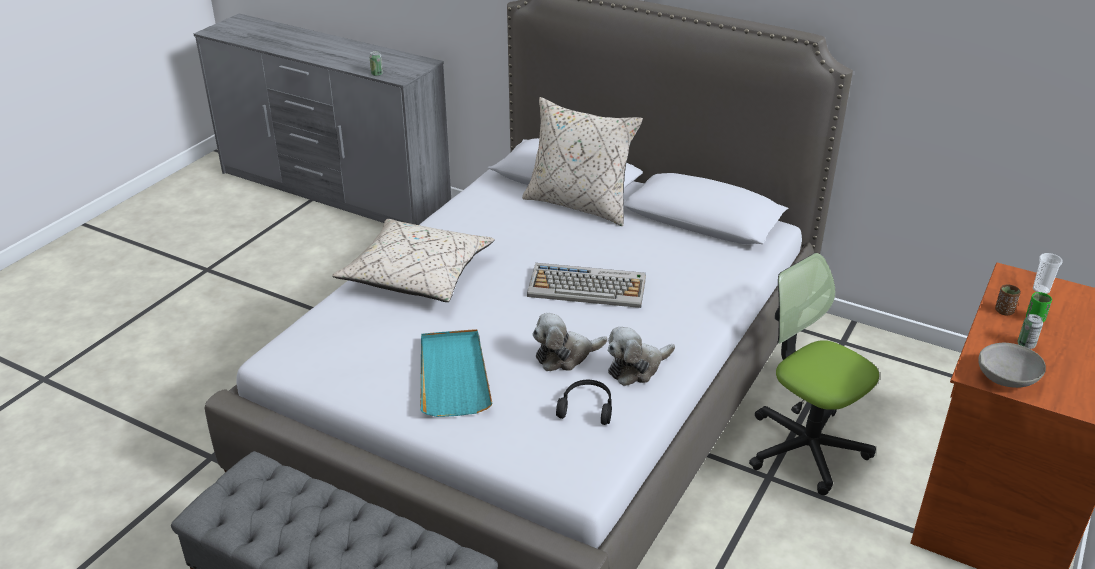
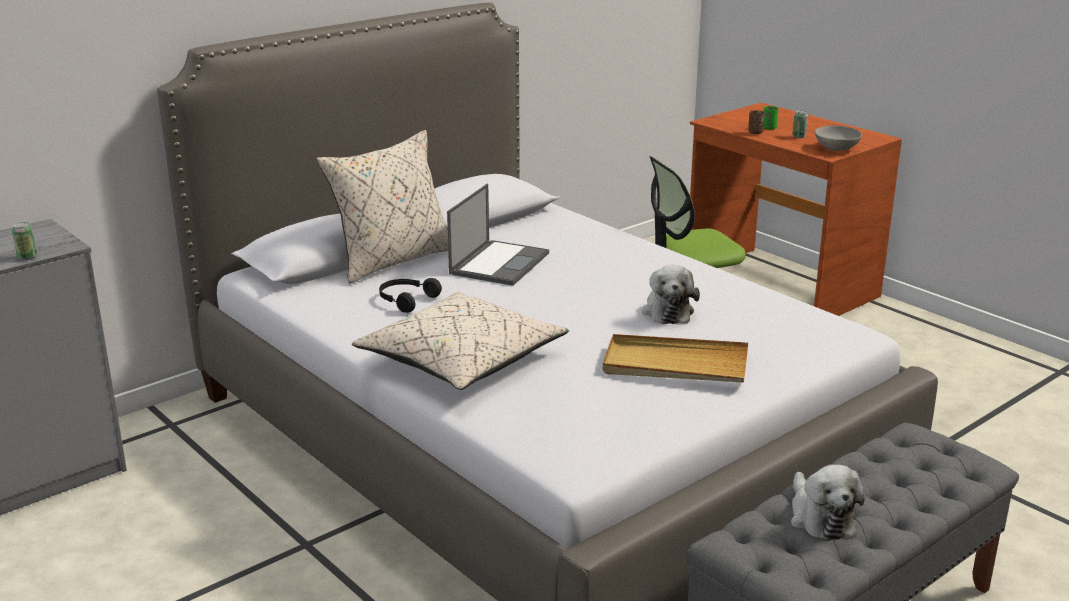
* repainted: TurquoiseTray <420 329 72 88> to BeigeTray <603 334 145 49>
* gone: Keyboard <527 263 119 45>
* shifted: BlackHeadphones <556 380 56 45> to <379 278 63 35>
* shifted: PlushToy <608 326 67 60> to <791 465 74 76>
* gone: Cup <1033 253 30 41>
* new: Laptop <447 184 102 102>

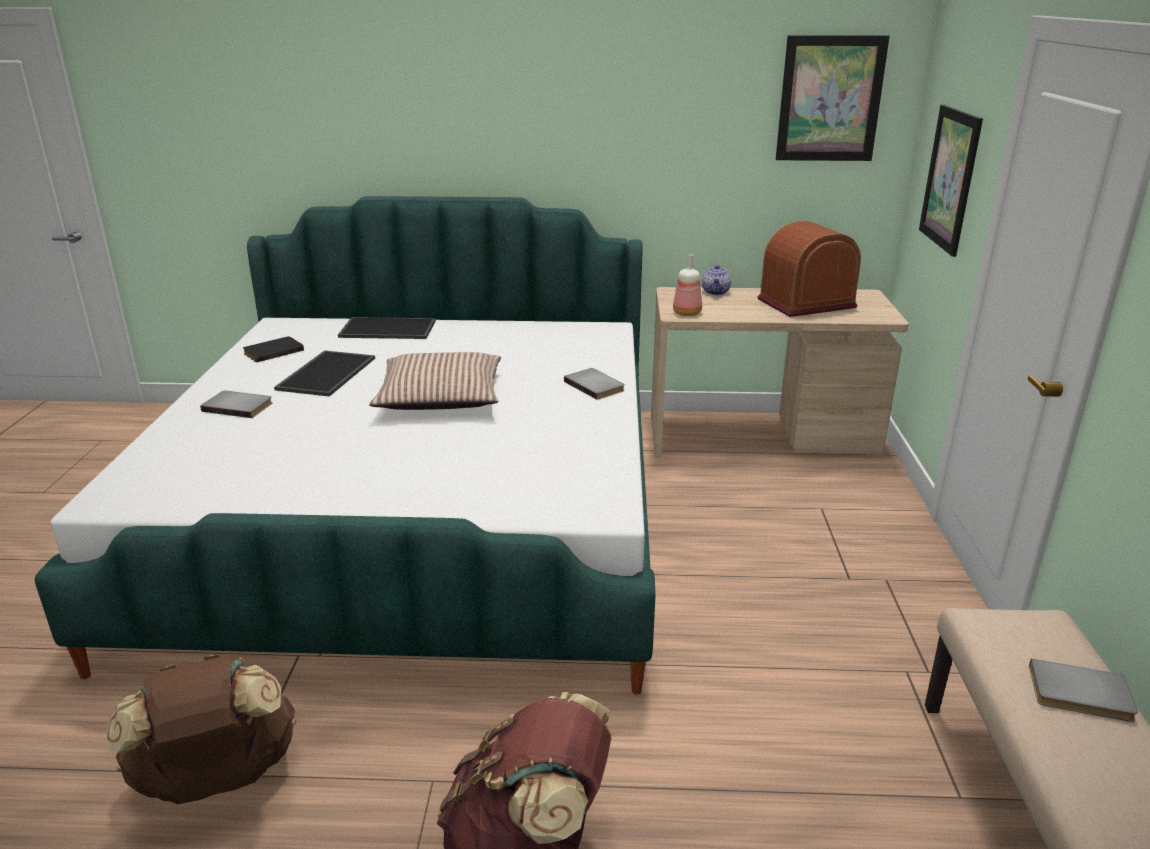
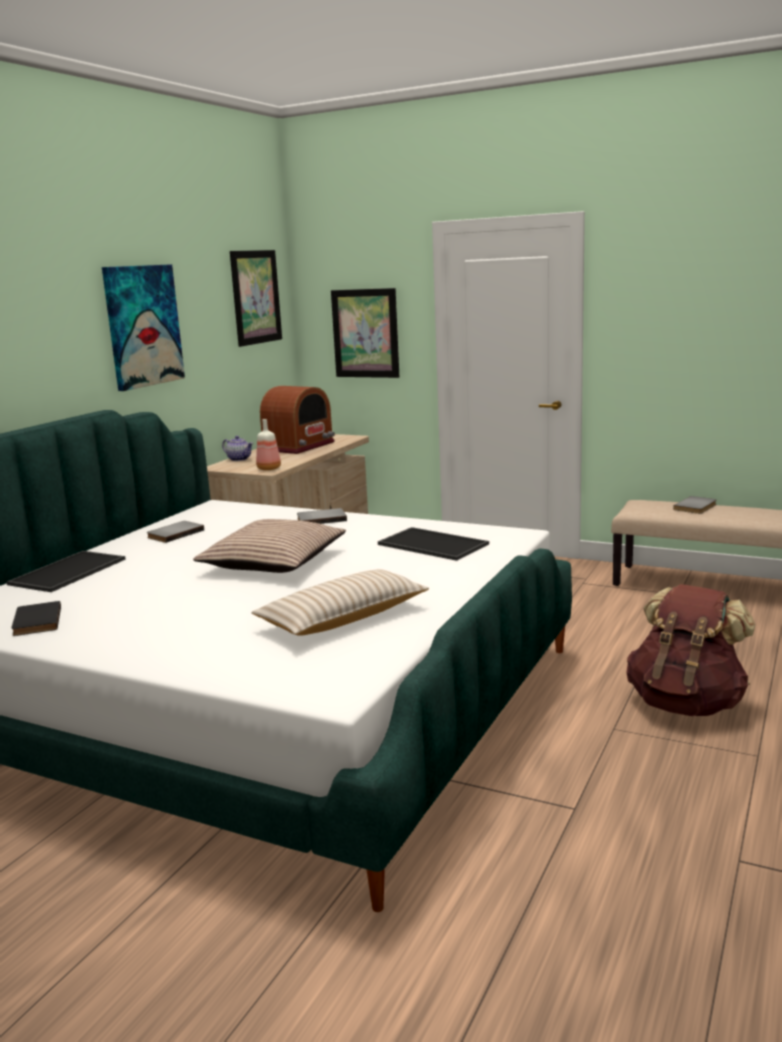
* gone: BrownBackpack <106 654 190 150>
* shifted: GreyBook <200 391 72 27> to <147 521 57 22>
* shifted: Tray <274 350 101 47> to <378 527 111 34>
* rotated: Radio <757 221 104 96> = <260 386 75 68> 150 degrees counterclockwise
* new: Picture <102 264 83 127>
* new: BeigePillow <251 569 178 67>

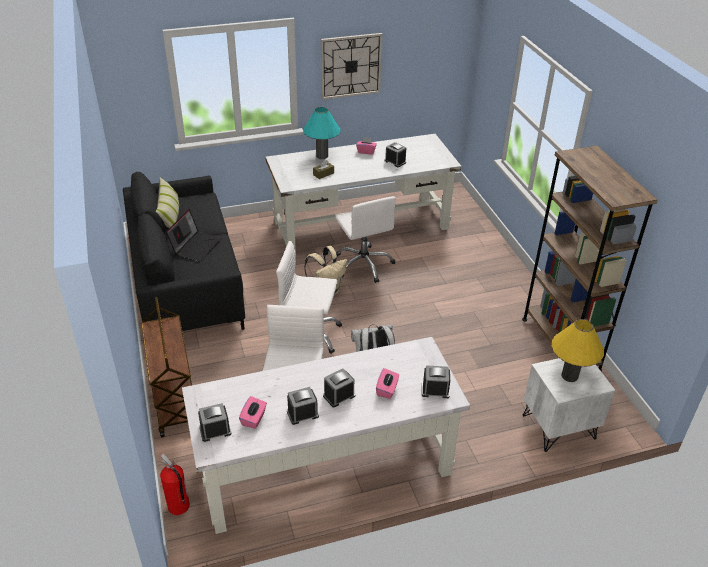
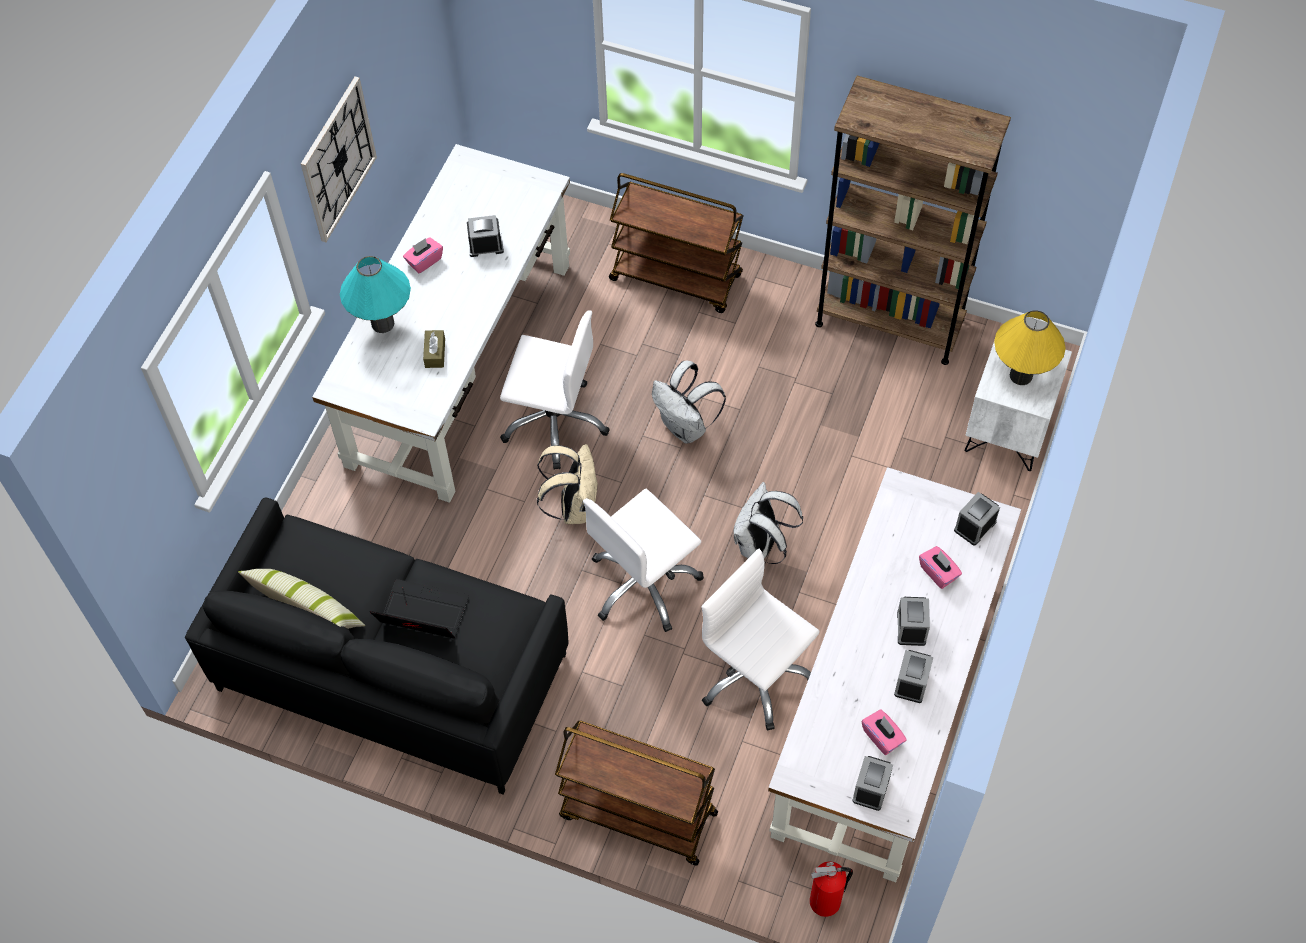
* rotated: Laptop <166 209 55 53> = <370 579 99 60> 45 degrees counterclockwise
* new: BrownCart <609 173 135 140>
* new: WhiteBackpack <652 361 74 83>

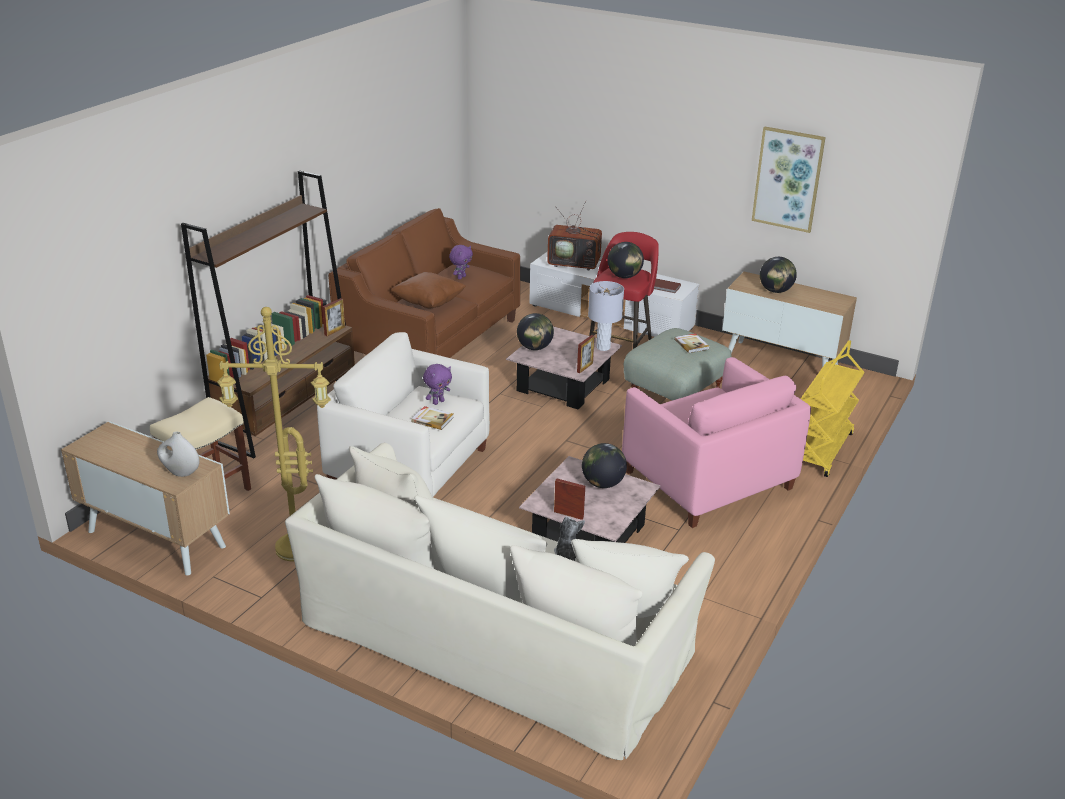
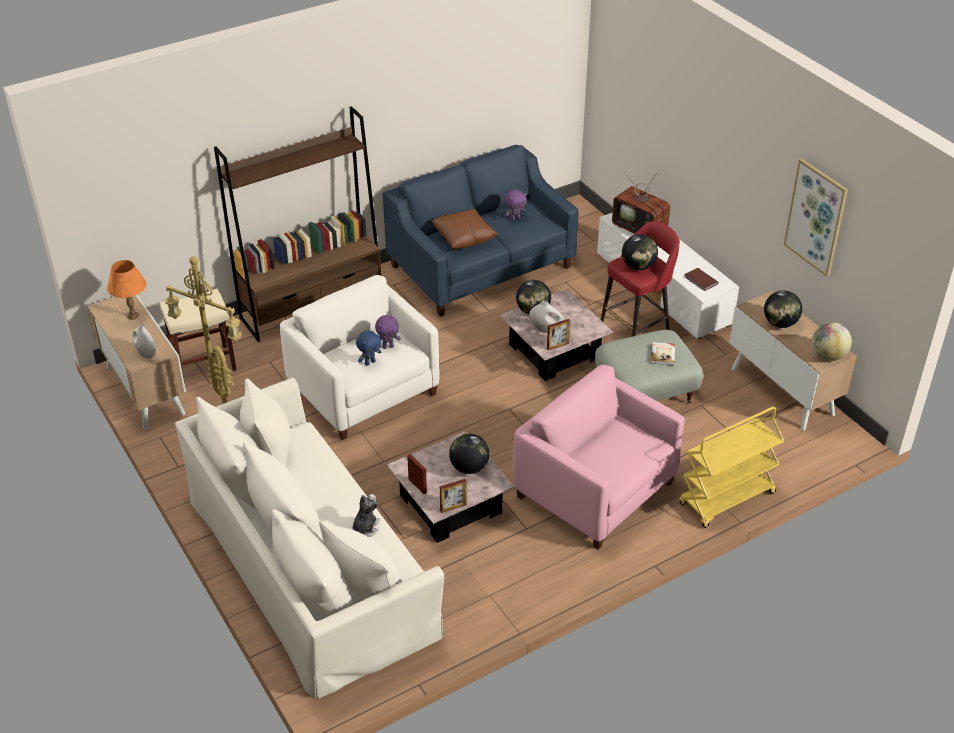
* shifted: PictureFrame <322 298 23 38> to <440 479 27 34>
* repainted: BrownSofa <328 208 192 150> to BlueSofa <383 145 196 172>
* swapped: Book <411 406 43 24> to BluePlushToy <356 331 26 35>
* gone: GreyTableLamp <588 281 36 70>
* rotated: PinkArmchair <622 357 189 171> = <513 365 172 185> 135 degrees clockwise
* new: OrangeTableLamp <107 260 39 60>
* new: WhiteVase <529 300 35 33>
* new: Globe <812 322 40 39>

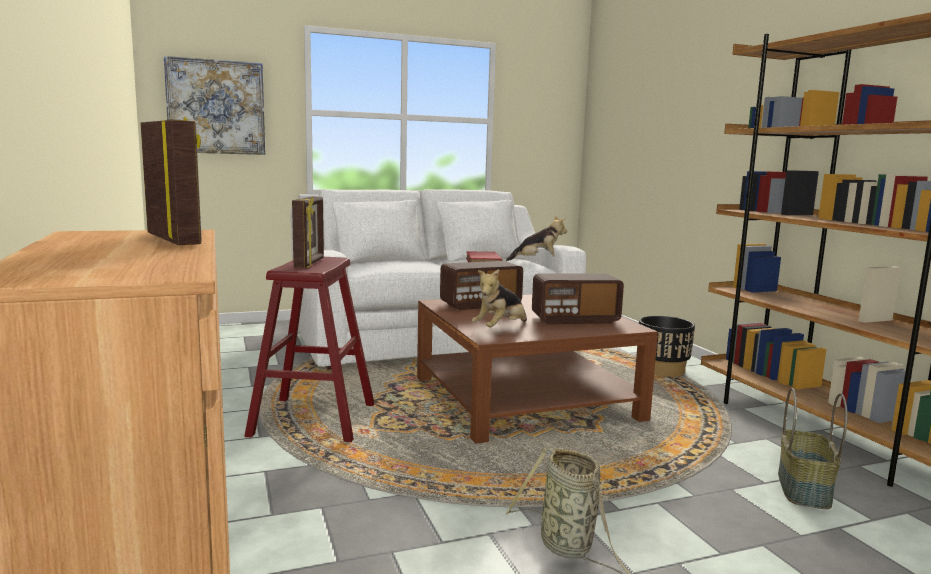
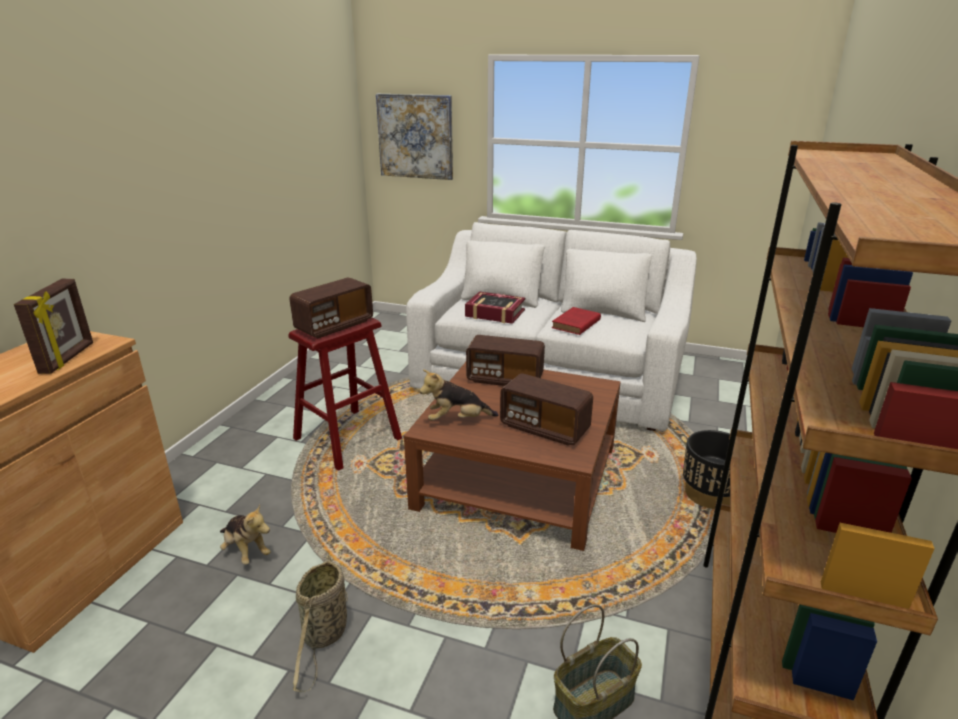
* swapped: PictureFrame <292 196 32 72> to Radio <290 277 83 62>
* shifted: PlushToy <506 216 61 45> to <220 504 51 61>
* new: Book <465 291 60 33>

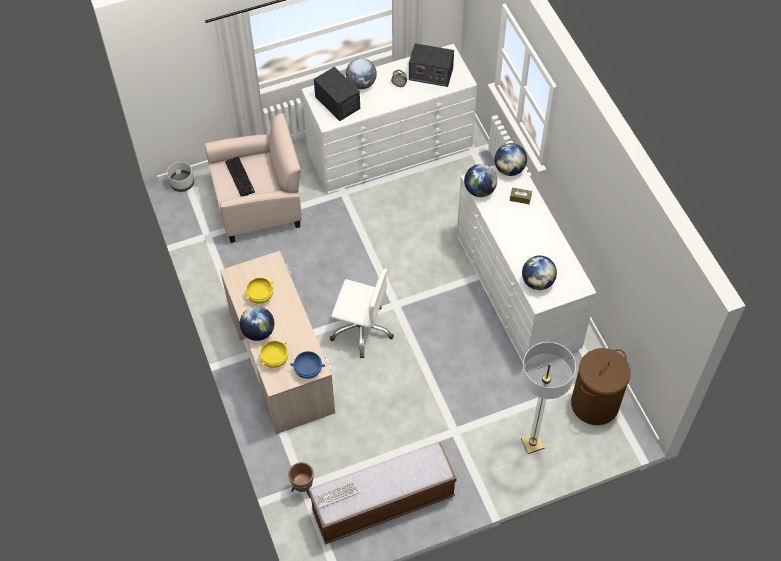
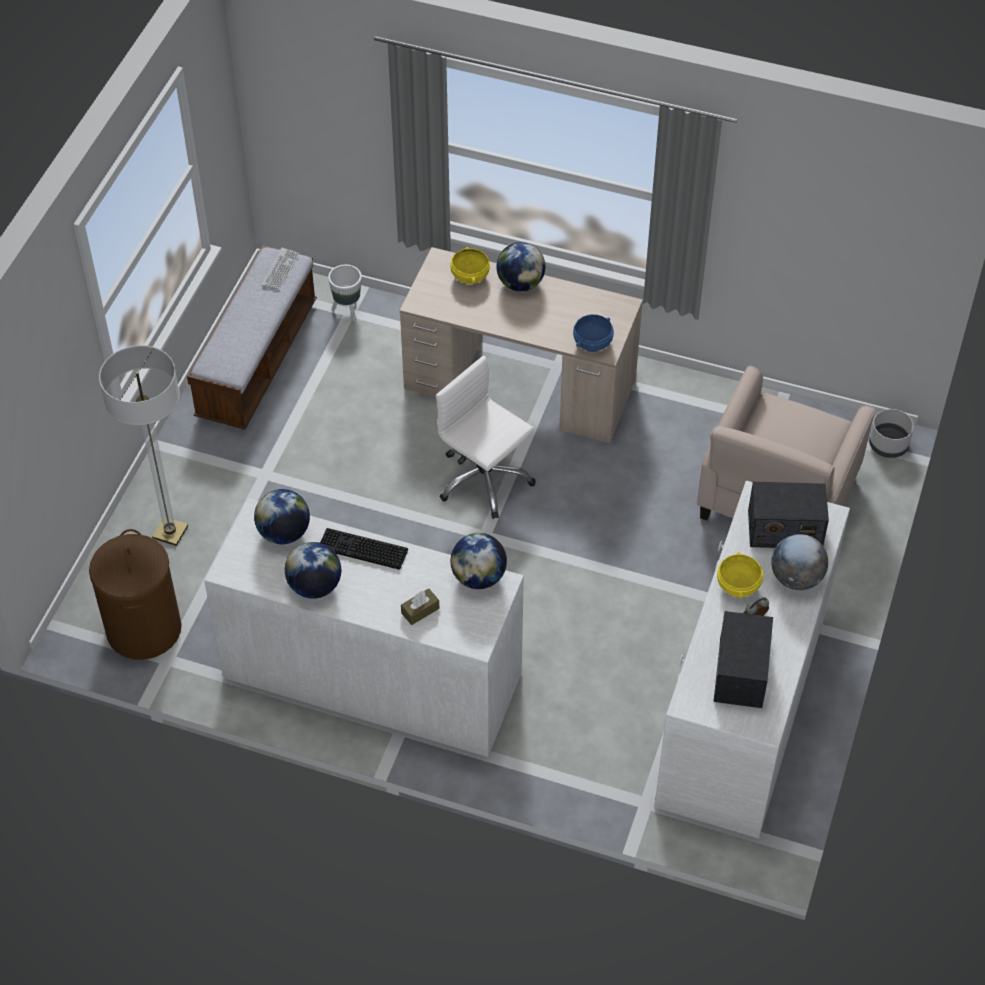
* shifted: Keyboard <225 157 30 40> to <320 528 88 42>
* shifted: YellowBowl <246 278 28 26> to <717 552 46 47>
* repainted: BrownPlanter <288 462 26 36> to WhitePlanter <328 265 34 56>
* shifted: BlueBowl <290 351 35 28> to <573 314 41 38>
* rotated: WhiteOfficeChair <330 268 64 90> = <436 356 100 163> 75 degrees clockwise
* rotated: Radio <409 43 45 44> = <713 611 60 97> 45 degrees counterclockwise
* shifted: Globe <494 143 33 33> to <285 542 56 57>

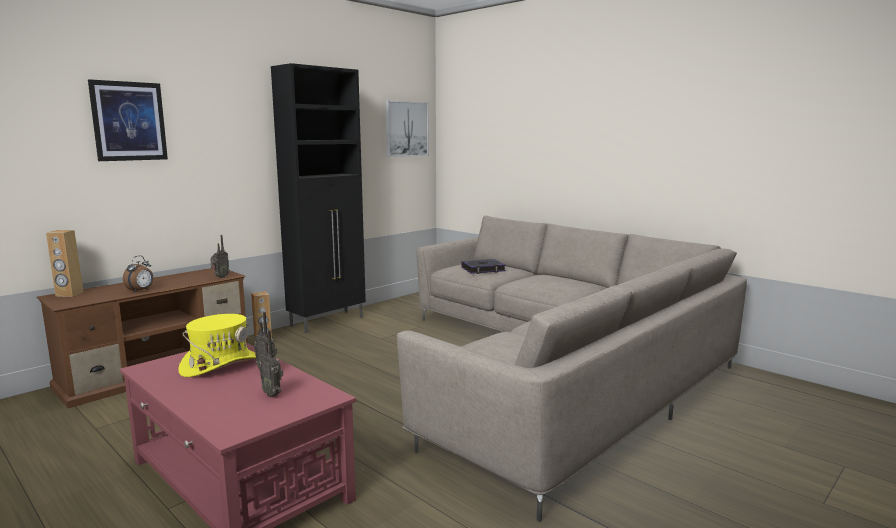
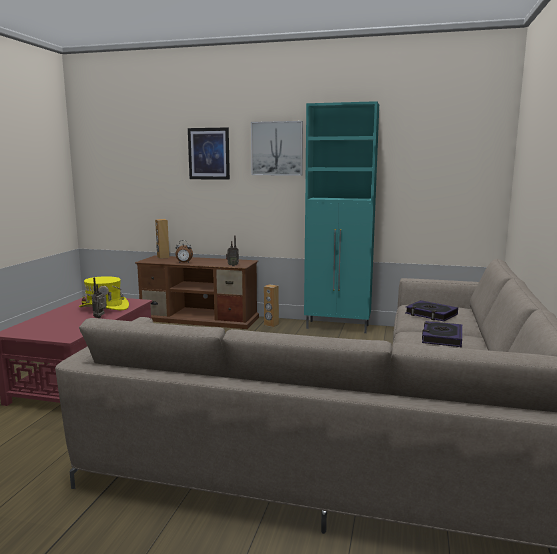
* gone: Radio <259 330 24 67>
* repainted: BlackCabinet <271 63 95 270> to TurquoiseCabinet <304 101 75 232>
* shifted: Picture <386 101 43 56> to <251 121 52 55>
* new: Book <422 321 40 26>

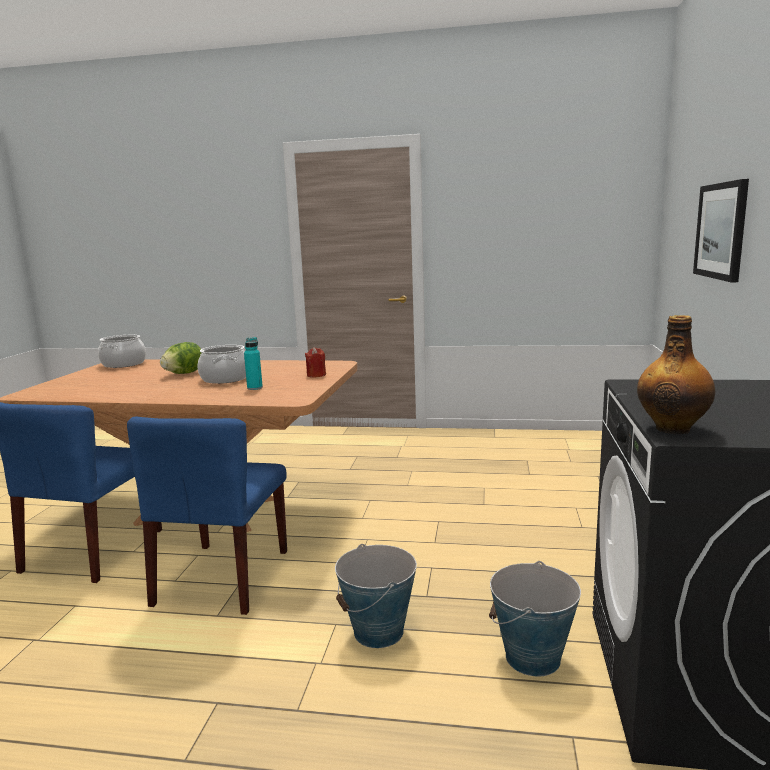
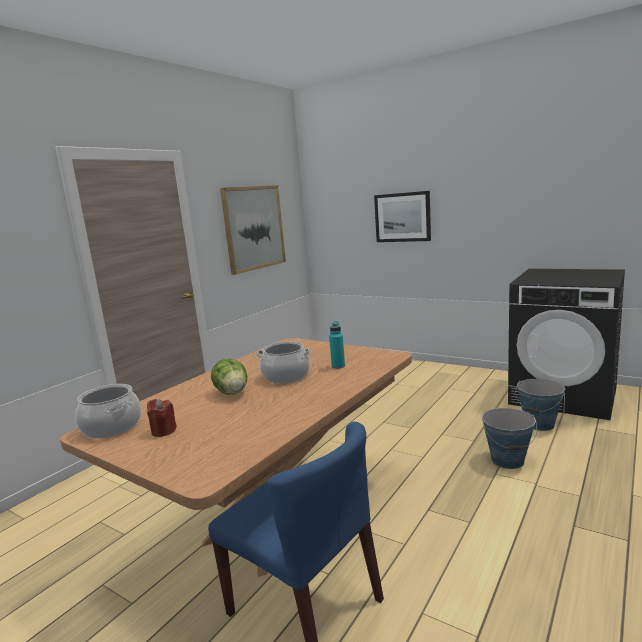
* gone: BlueChair <127 416 160 199>
* shifted: RedCandle <305 347 21 31> to <147 399 30 38>
* gone: Bottle <637 315 78 119>
* new: Picture <220 185 66 90>

